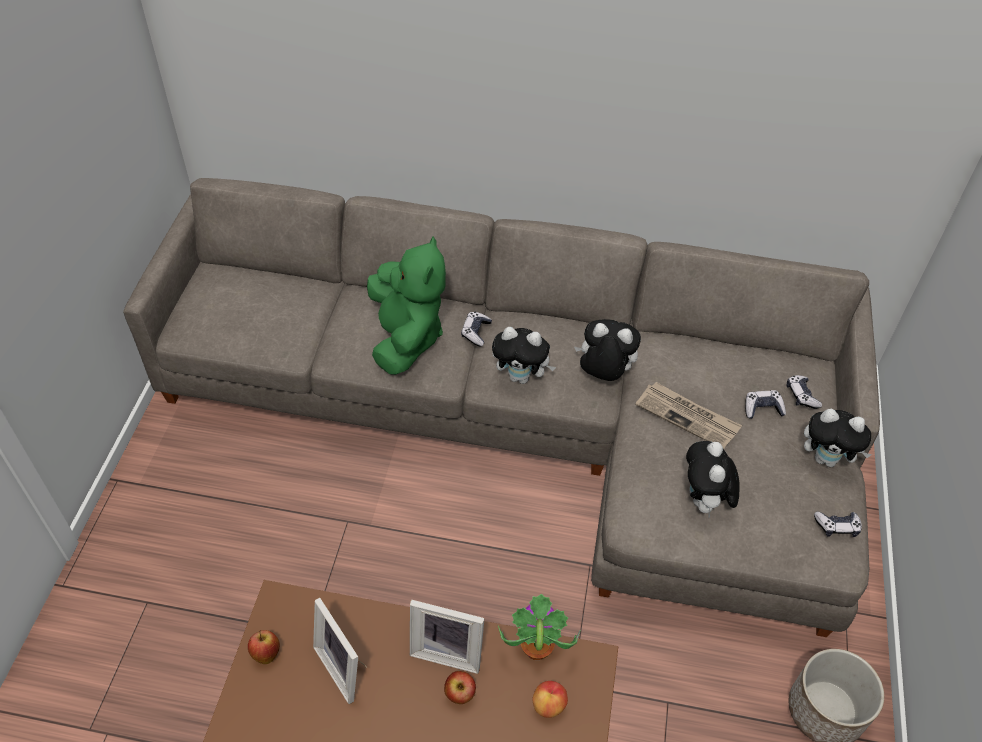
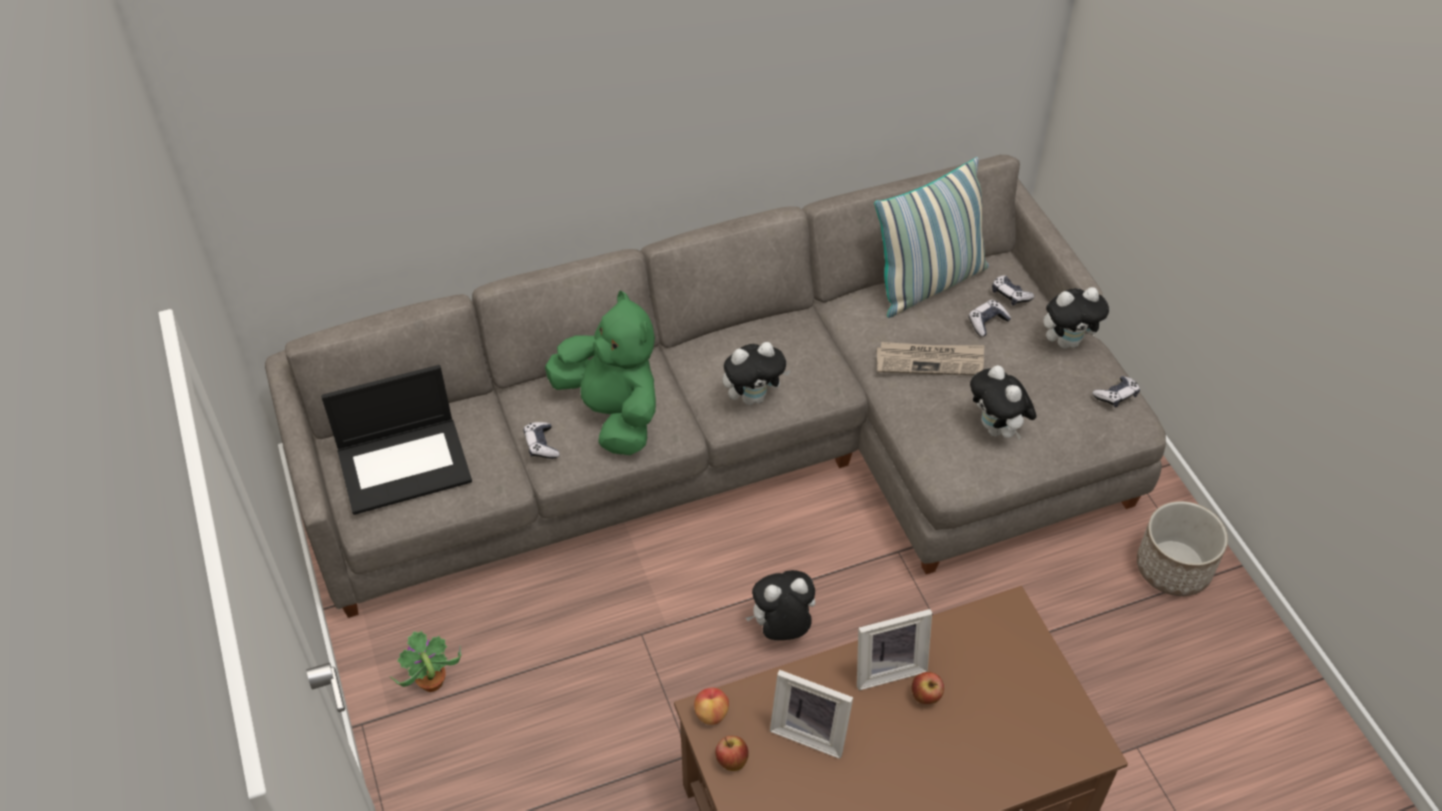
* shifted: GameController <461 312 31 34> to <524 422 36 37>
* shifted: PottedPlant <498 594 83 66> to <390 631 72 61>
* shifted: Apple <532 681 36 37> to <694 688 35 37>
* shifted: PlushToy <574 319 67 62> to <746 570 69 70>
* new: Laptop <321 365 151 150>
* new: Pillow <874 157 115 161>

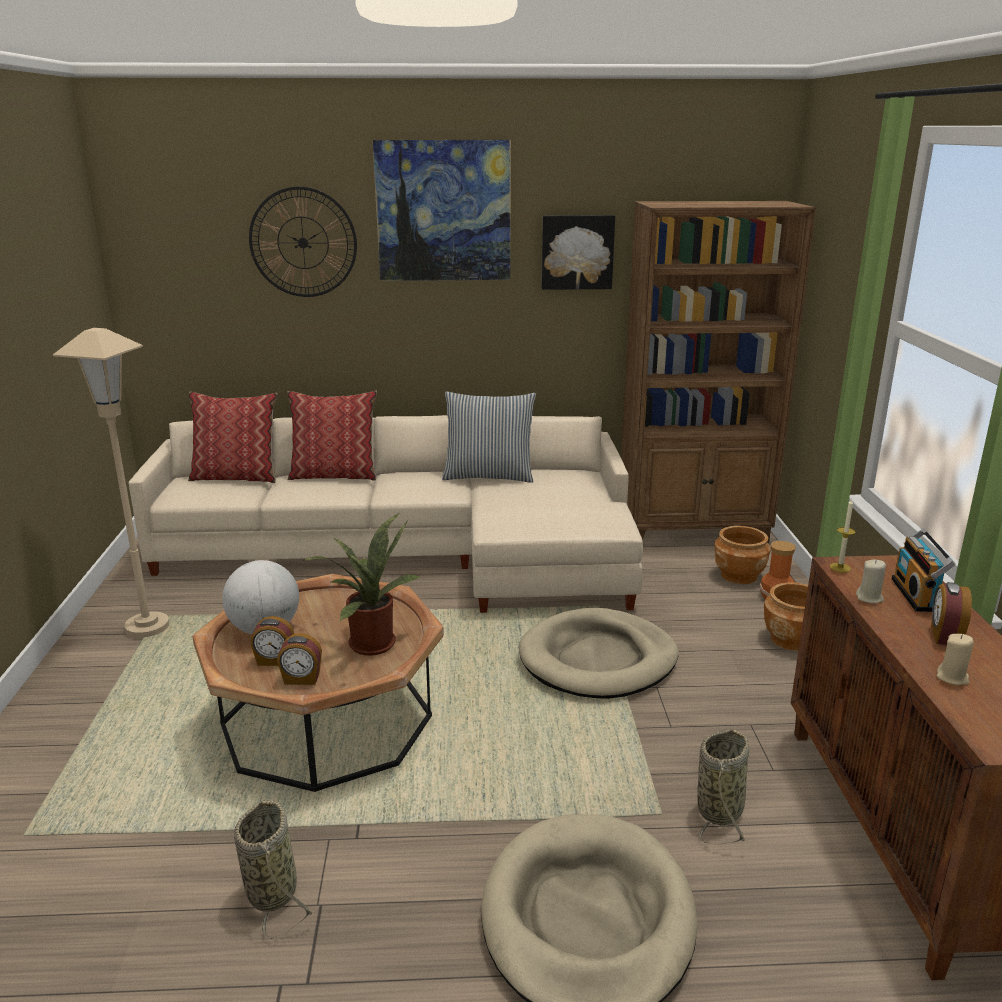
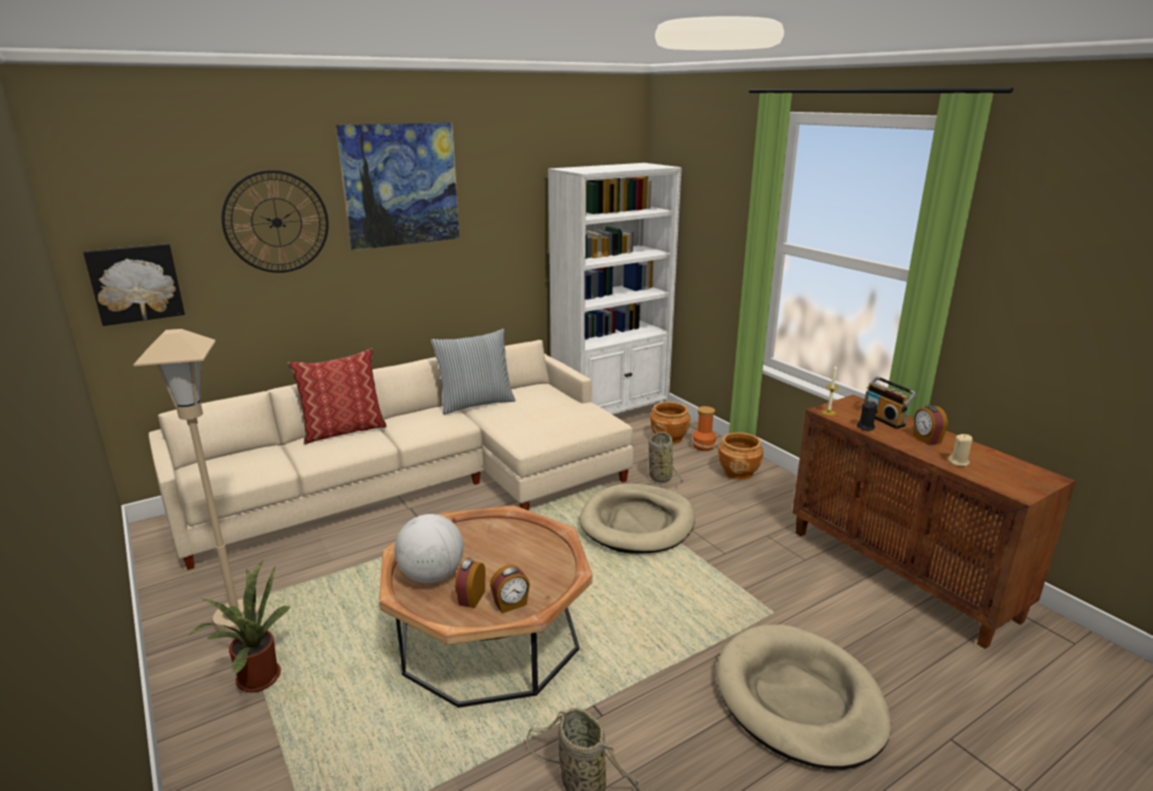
* gone: Pillow <188 392 90 91>
* rotated: AlarmClock <250 616 44 50> = <455 559 30 49> 135 degrees clockwise
* shifted: PottedPlant <303 513 118 143> to <189 560 103 133>
* shifted: Picture <541 215 74 75> to <83 243 102 83>
* repainted: BrownBookcase <621 201 195 342> to WhiteBookcase <548 163 134 252>
* shifted: Basket <697 730 52 114> to <648 432 36 56>
* repainted: BeigeCandle <856 559 30 44> to BlackCandle <857 401 20 29>

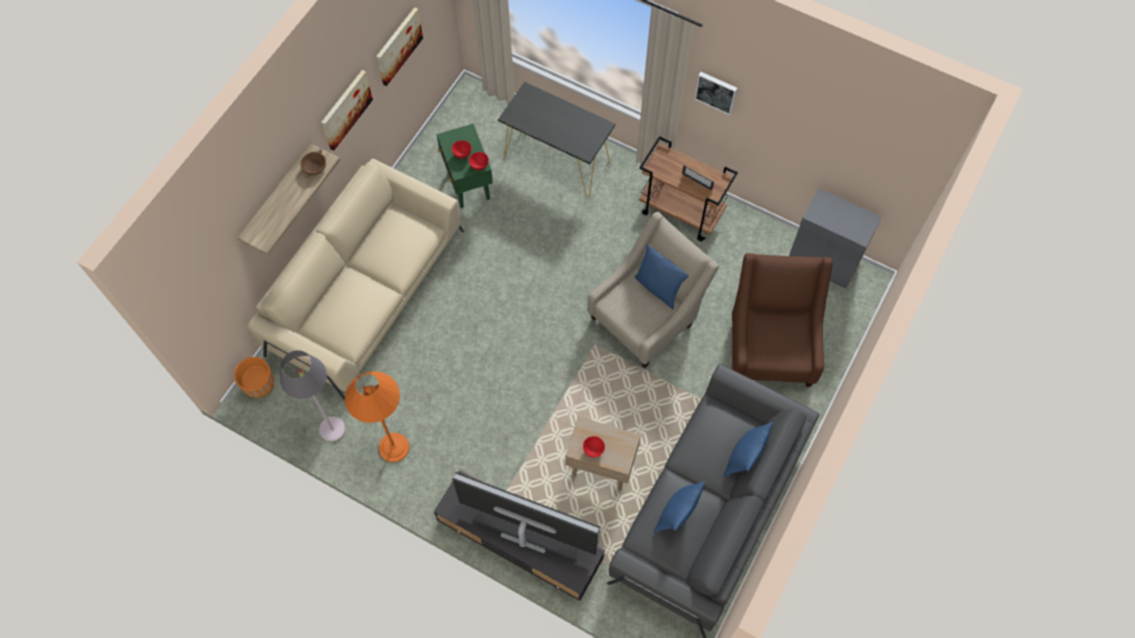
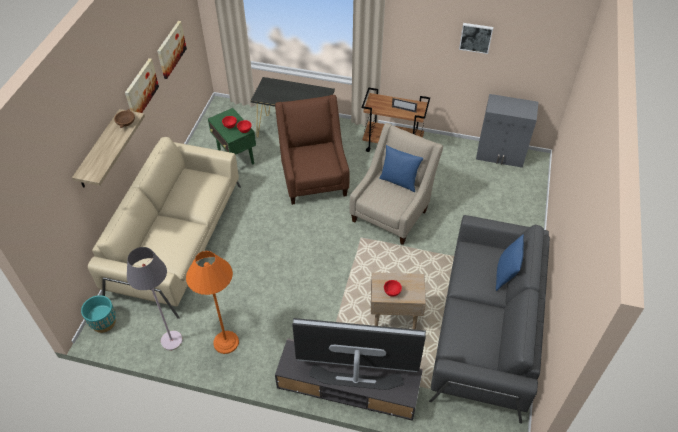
* repainted: OrangePlanter <234 357 40 42> to TurquoisePlanter <81 295 35 38>
* gone: BluePillow <654 481 52 52>
* shifted: Picture <695 72 42 43> to <459 23 34 31>
* shifted: BrownArmchair <732 253 101 134> to <275 95 75 110>

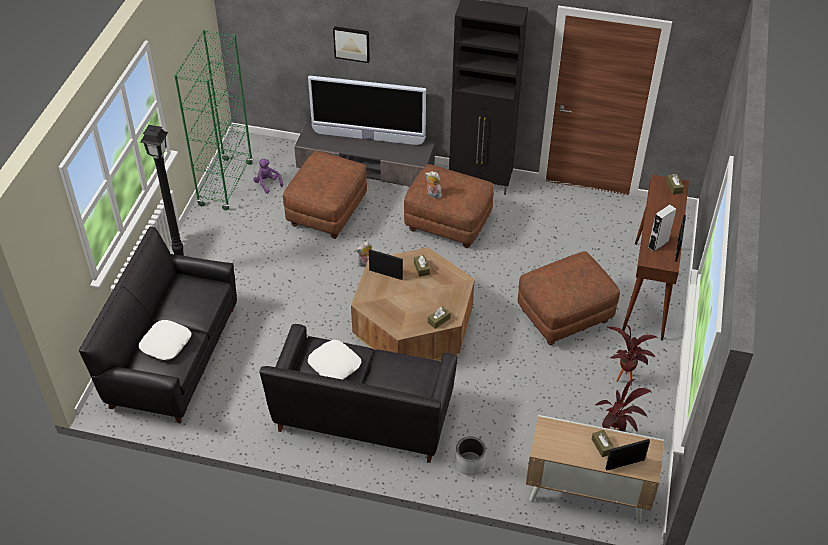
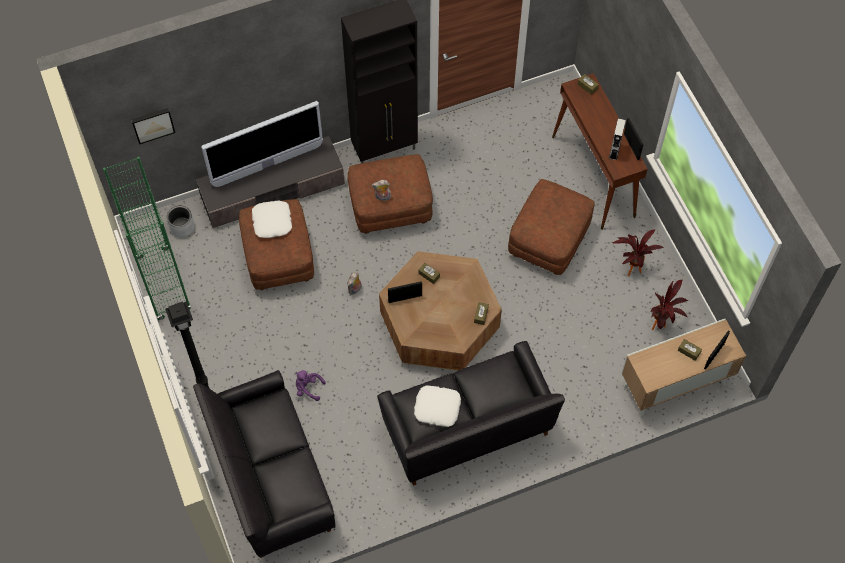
* shifted: WhitePillow <139 320 52 40> to <252 201 40 37>
* shifted: PurplePlushToy <253 159 30 35> to <296 370 30 31>
* shifted: Picture <333 26 37 37> to <131 108 44 37>
* shifted: GreyPlanter <455 436 31 39> to <167 206 28 32>

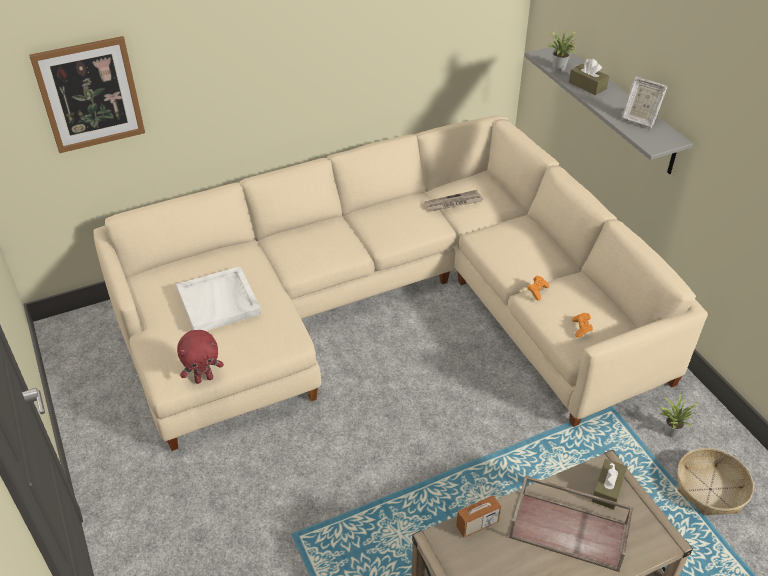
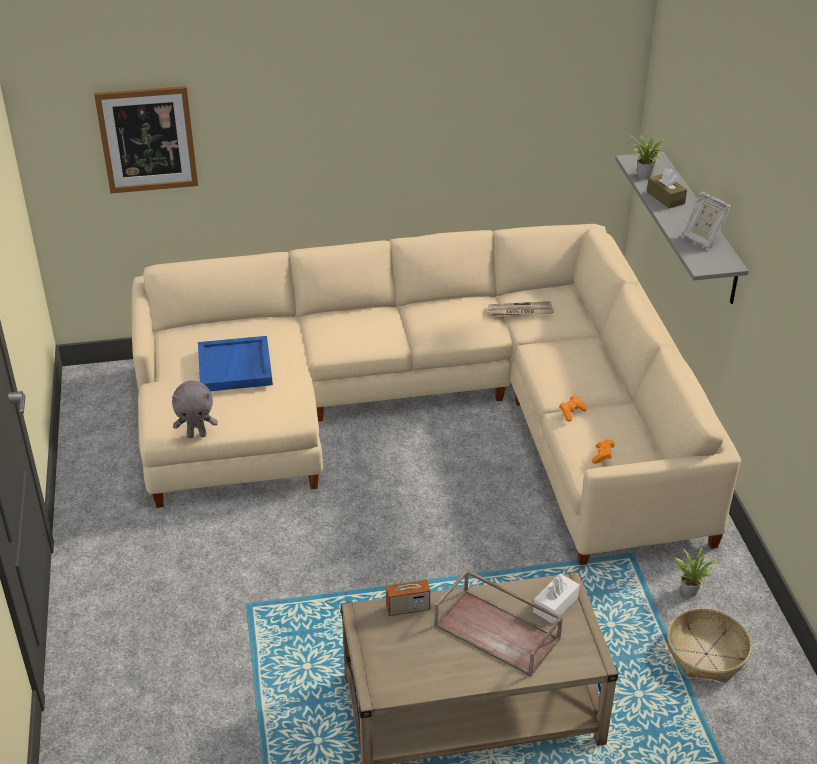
* repainted: WhiteTray <176 266 85 65> to BlueTray <198 336 75 55>
* repainted: RedPlushToy <177 330 47 54> to GreyPlushToy <172 381 46 57>
* repainted: BrownTissueBox <592 459 35 51> to WhiteTissueBox <533 574 47 50>

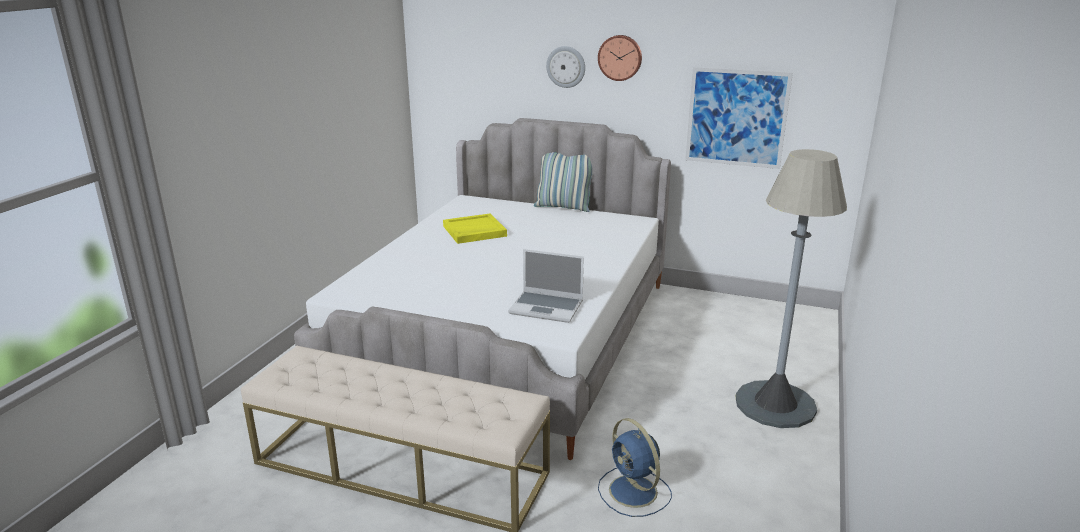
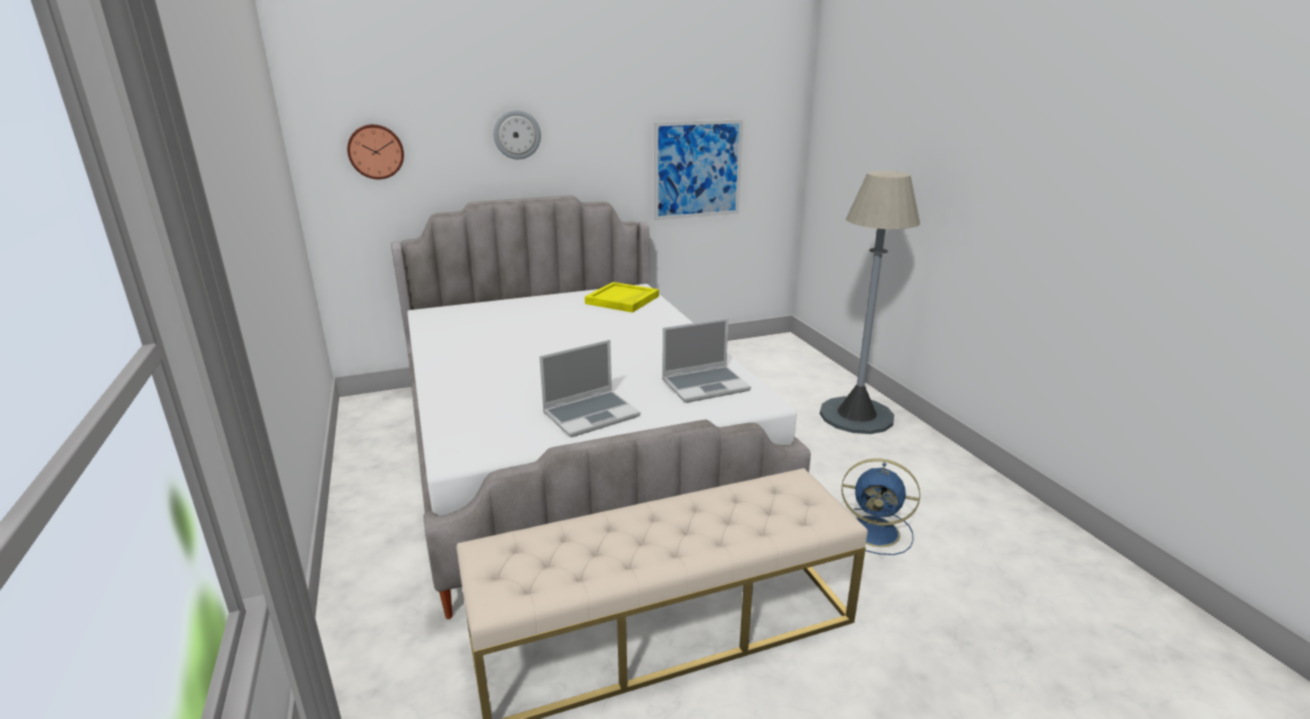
* shifted: YellowTray <443 213 64 31> to <585 282 74 31>
* gone: Pillow <534 152 59 60>
* shifted: WallClock <598 35 44 46> to <347 124 57 55>
* new: Laptop <539 340 102 97>

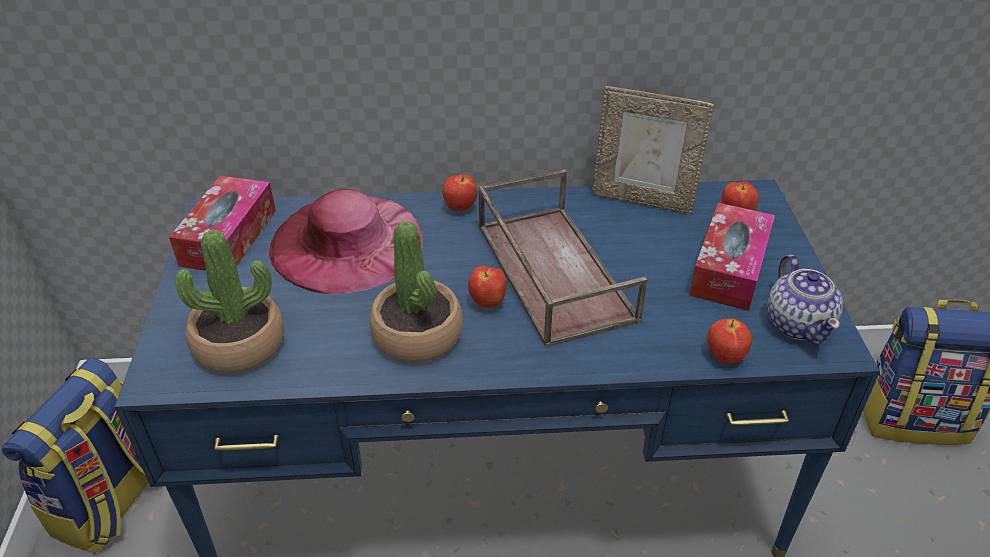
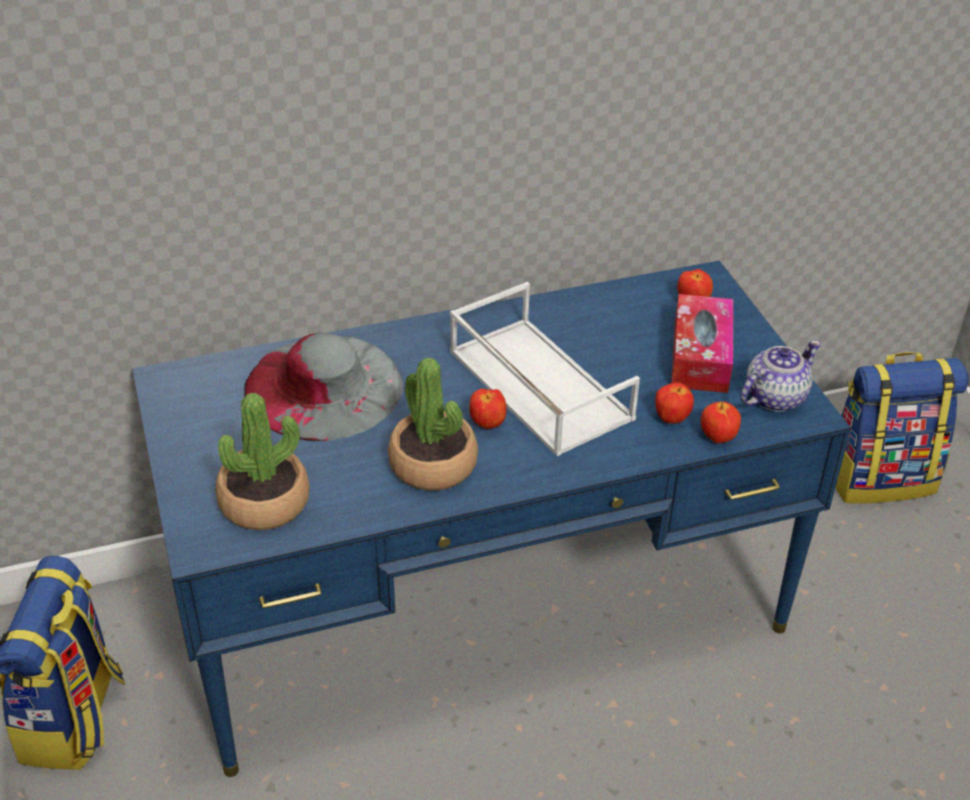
* gone: TissueBox <169 176 107 95>
* repainted: PinkHat <269 189 154 105> to GreyHat <244 333 159 108>
* shifted: Apple <443 174 34 37> to <655 383 39 40>
* repainted: BrownTray <478 169 169 179> to WhiteTray <450 282 190 174>
* gone: PictureFrame <592 86 122 128>
* rotated: Teapot <767 254 76 91> = <740 340 81 72> 105 degrees counterclockwise

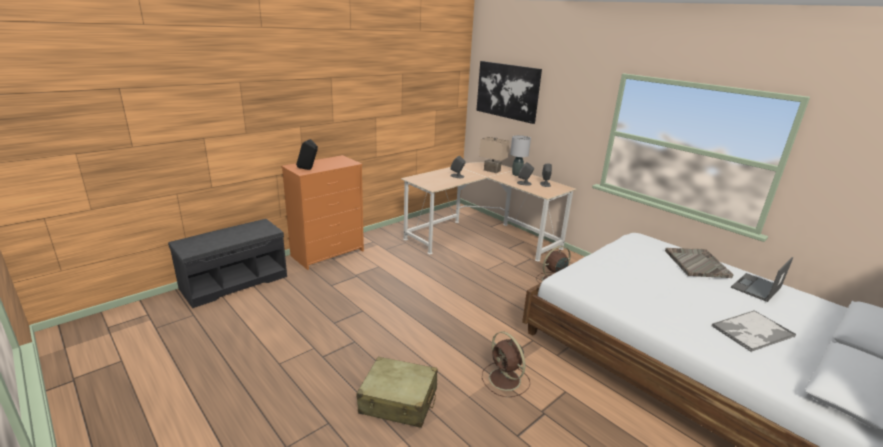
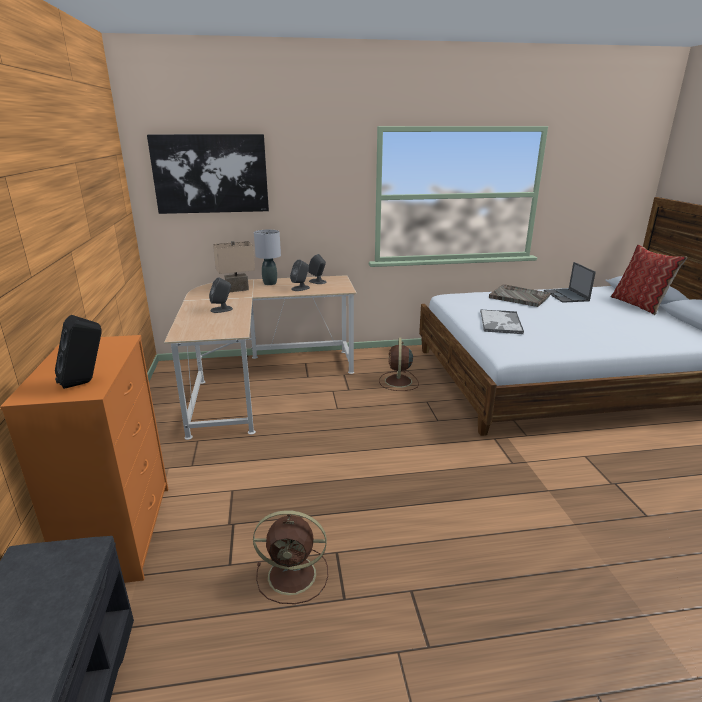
* gone: BeigeSuitcase <356 357 81 71>
* shifted: BrownFan <482 332 48 65> to <253 510 75 94>
* shifted: Tray <711 310 85 42> to <480 310 44 24>
* new: Pillow <611 244 76 71>

